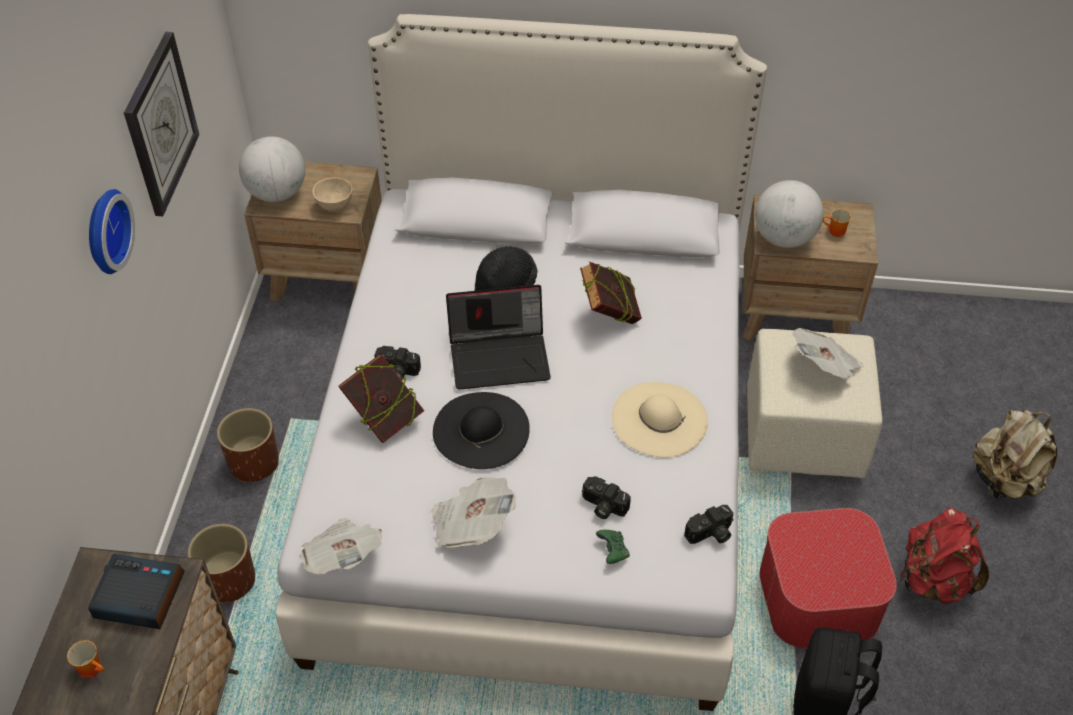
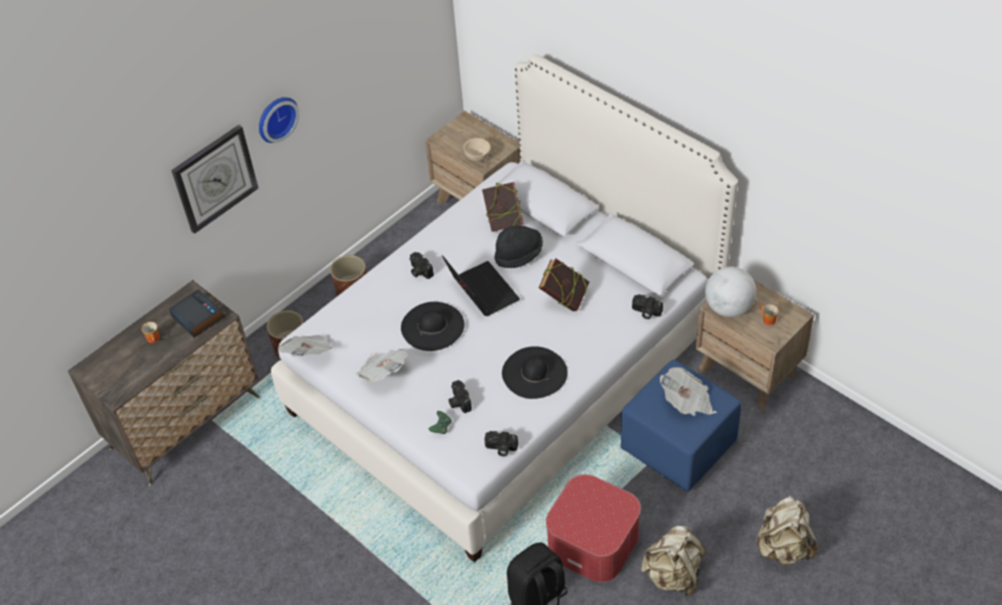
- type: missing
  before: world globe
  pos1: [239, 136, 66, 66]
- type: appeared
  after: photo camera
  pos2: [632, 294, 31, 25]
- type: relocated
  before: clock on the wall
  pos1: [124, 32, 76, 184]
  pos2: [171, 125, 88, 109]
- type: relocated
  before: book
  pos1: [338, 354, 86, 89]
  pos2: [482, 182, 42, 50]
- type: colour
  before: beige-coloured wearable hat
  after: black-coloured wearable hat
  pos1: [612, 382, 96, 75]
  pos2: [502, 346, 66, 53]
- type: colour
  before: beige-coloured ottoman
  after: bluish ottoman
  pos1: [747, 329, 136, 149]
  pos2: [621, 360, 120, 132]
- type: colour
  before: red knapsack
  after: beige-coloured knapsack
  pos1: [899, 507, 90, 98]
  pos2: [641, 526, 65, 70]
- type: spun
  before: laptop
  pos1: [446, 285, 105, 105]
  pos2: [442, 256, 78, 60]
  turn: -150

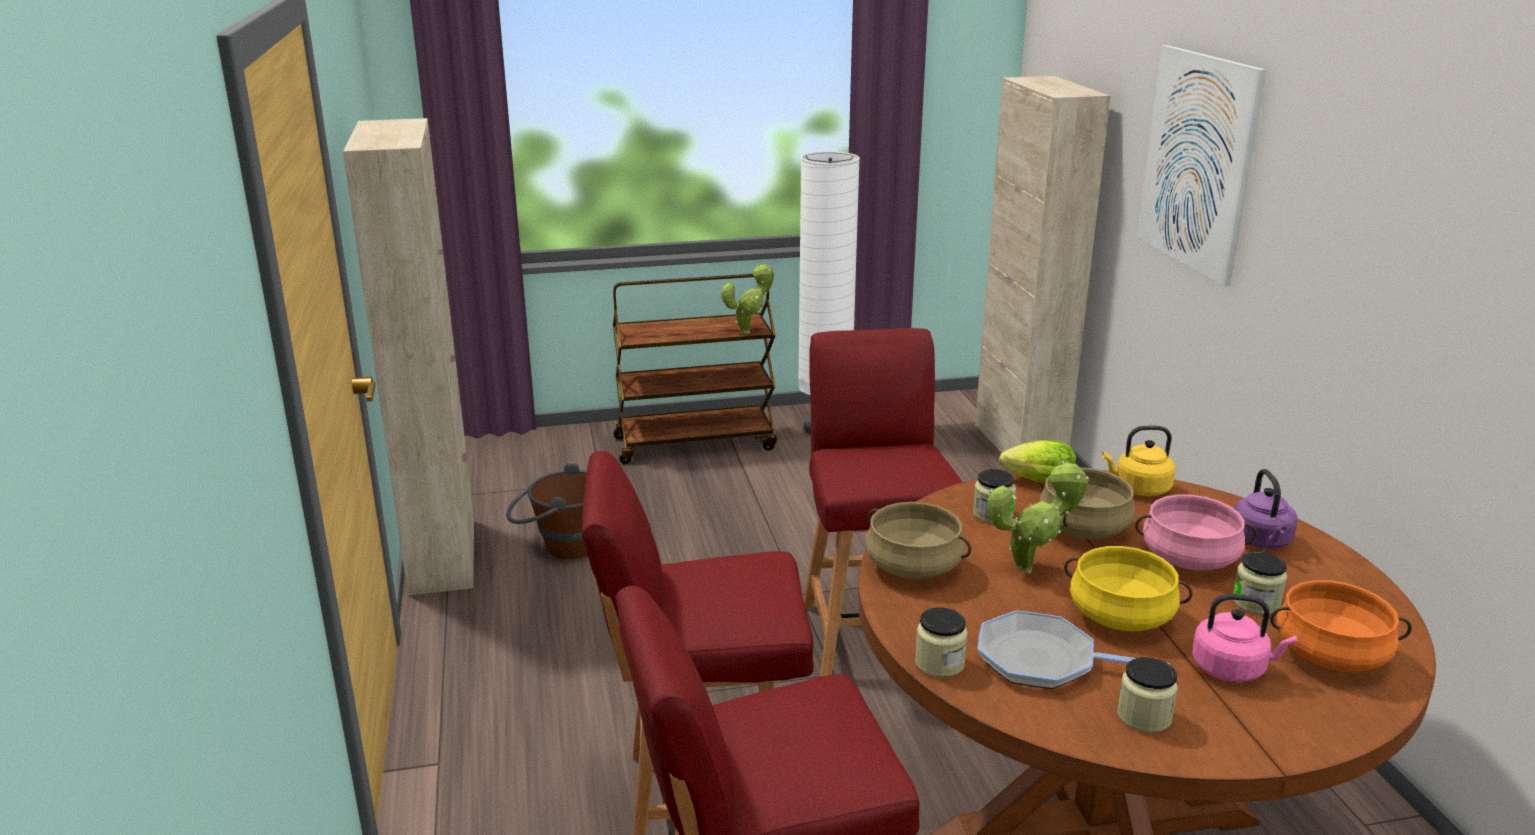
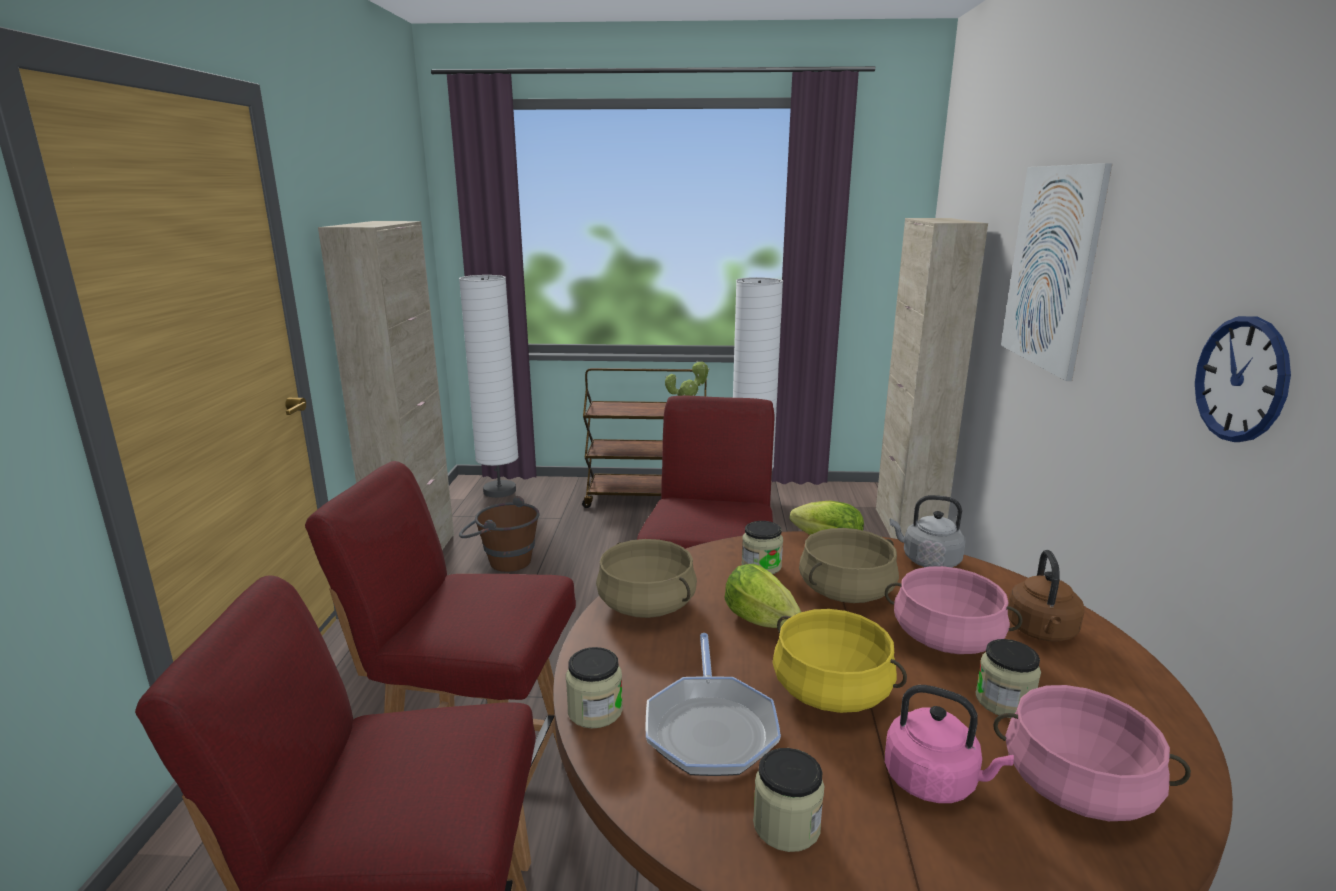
- type: appeared
  after: whitish standing lamp
  pos2: [459, 275, 60, 223]
- type: appeared
  after: clock on the wall
  pos2: [1195, 316, 96, 126]
- type: exchanged
  before: potted plant
  after: lettuce
  pos1: [987, 460, 102, 113]
  pos2: [724, 564, 77, 64]
- type: colour
  before: yellow-coloured water kettle
  after: grey water kettle
  pos1: [1102, 425, 74, 71]
  pos2: [890, 495, 76, 72]
- type: colour
  before: purple-coloured water kettle
  after: brown water kettle
  pos1: [1234, 469, 64, 80]
  pos2: [1008, 550, 77, 92]
- type: colour
  before: orangey stockpot
  after: pink stockpot
  pos1: [1270, 580, 142, 92]
  pos2: [993, 685, 198, 136]
- type: spun
  before: skillet
  pos1: [978, 610, 192, 79]
  pos2: [646, 633, 135, 143]
  turn: -120

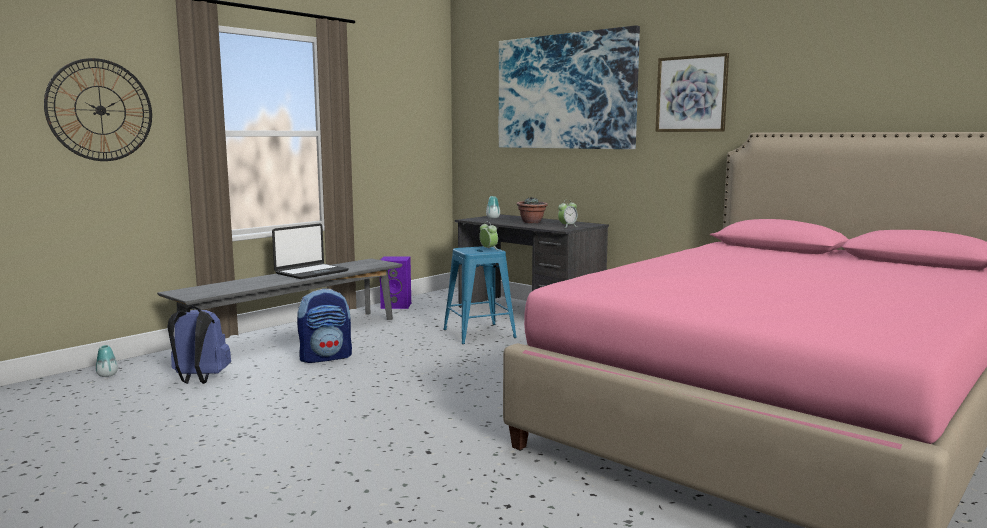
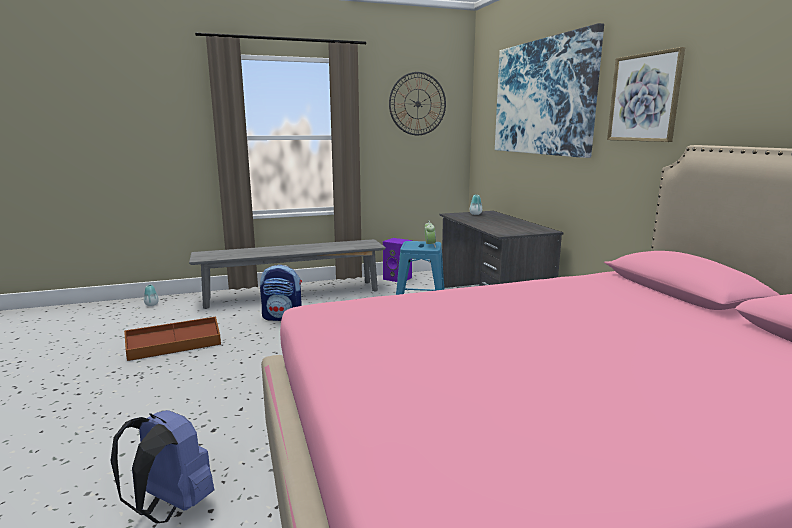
- type: missing
  before: laptop
  pos1: [272, 224, 77, 55]
- type: missing
  before: potted plant
  pos1: [517, 197, 31, 26]
- type: missing
  before: alarm clock
  pos1: [558, 199, 20, 29]
- type: appeared
  after: brown storage box
  pos2: [124, 317, 97, 44]
- type: relocated
  before: clock on the wall
  pos1: [44, 58, 108, 103]
  pos2: [389, 72, 57, 63]
- type: relocated
  before: bluish knapsack
  pos1: [167, 306, 64, 78]
  pos2: [111, 410, 103, 114]

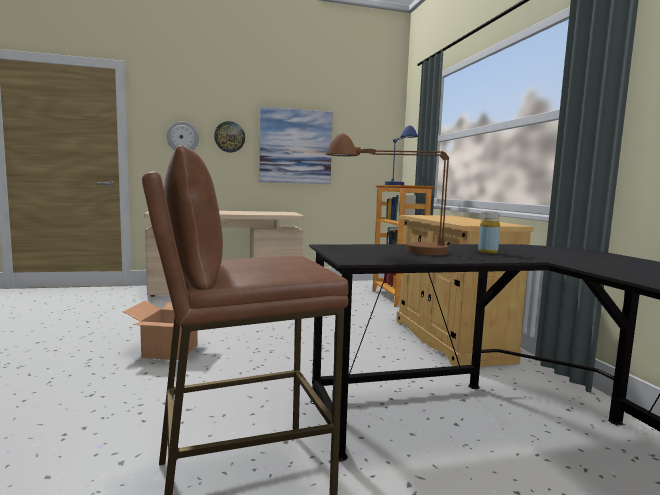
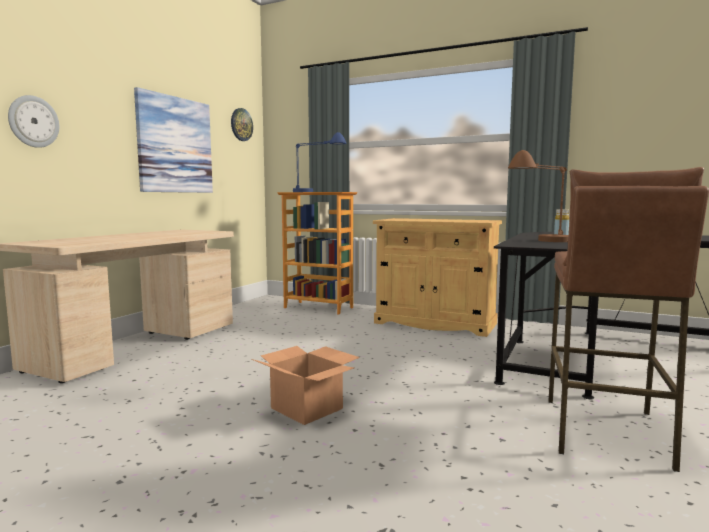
- type: relocated
  before: clock on the wall
  pos1: [214, 121, 31, 32]
  pos2: [231, 108, 22, 33]

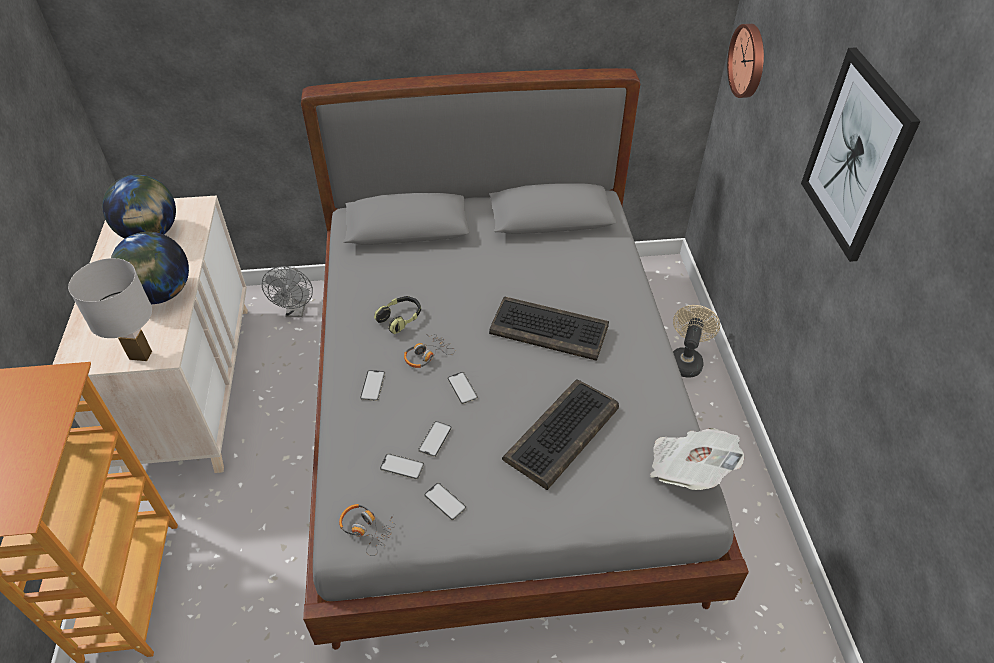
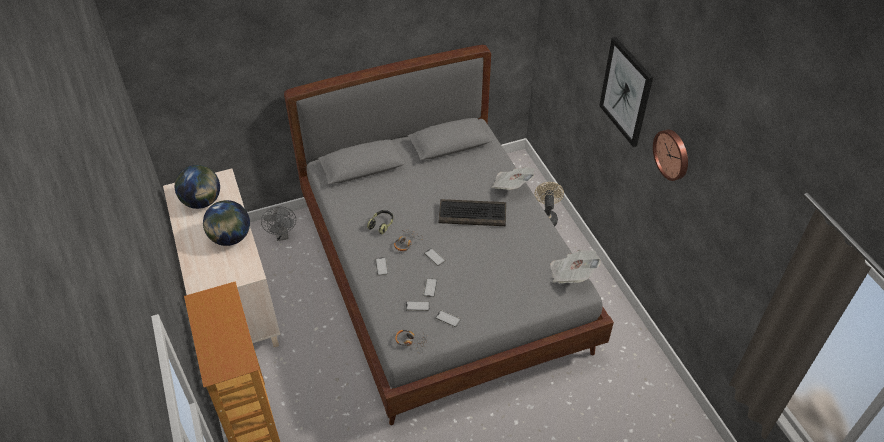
- type: missing
  before: whitish table lamp
  pos1: [68, 258, 84, 103]
- type: missing
  before: PC keyboard
  pos1: [502, 379, 117, 111]
- type: appeared
  after: printed paper
  pos2: [491, 167, 44, 23]
- type: relocated
  before: clock on the wall
  pos1: [727, 24, 37, 74]
  pos2: [653, 129, 35, 52]

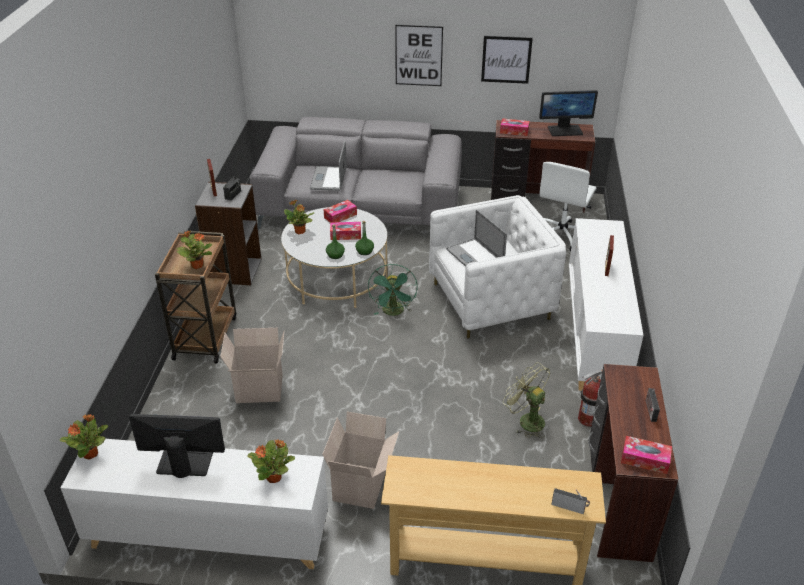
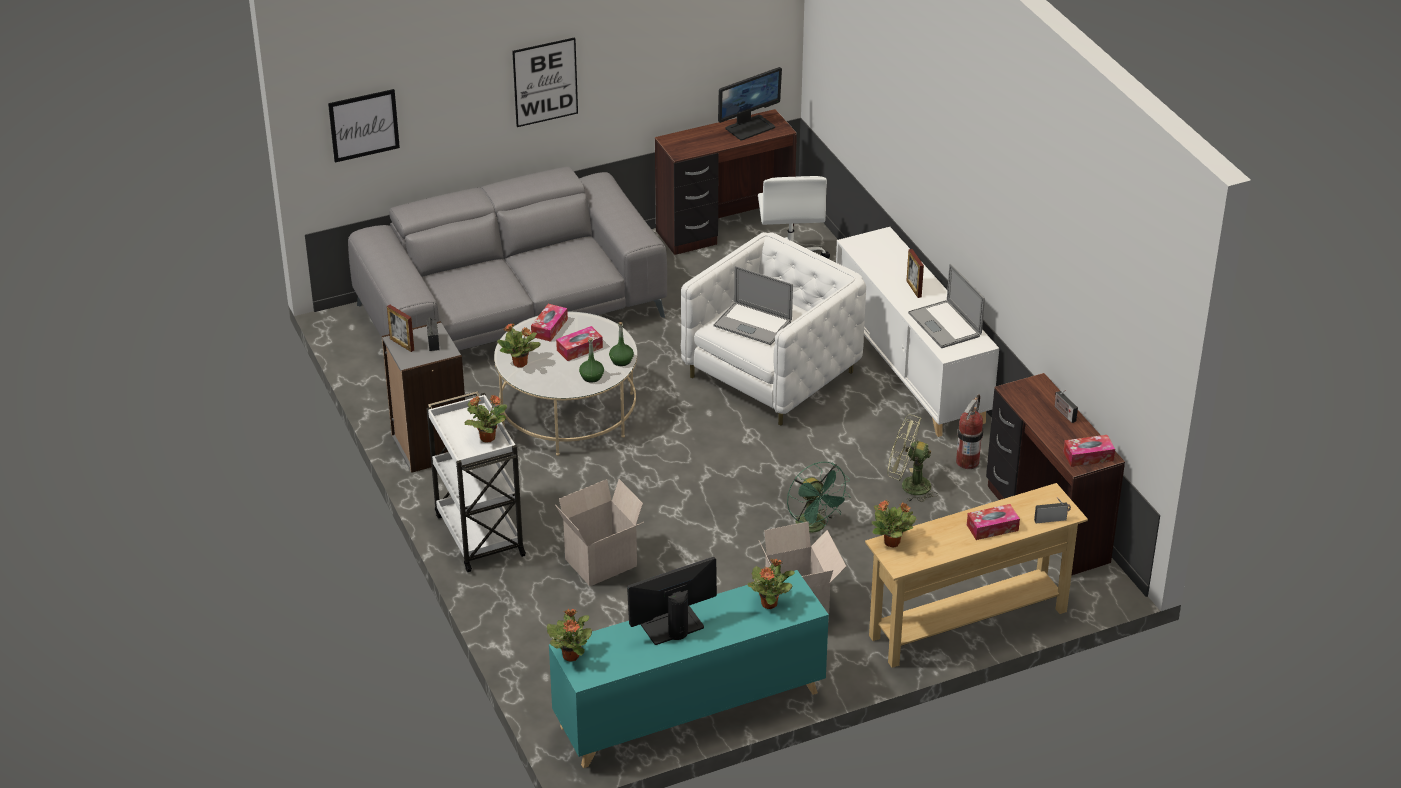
- type: appeared
  after: potted plant
  pos2: [872, 500, 44, 48]
- type: relocated
  before: laptop
  pos1: [310, 141, 37, 50]
  pos2: [908, 264, 77, 84]
- type: relocated
  before: green-coloured cooling fan
  pos1: [368, 264, 50, 52]
  pos2: [787, 462, 63, 71]
- type: relocated
  before: picture
  pos1: [481, 36, 52, 48]
  pos2: [328, 89, 72, 74]
- type: relocated
  before: tissue holder
  pos1: [500, 118, 30, 18]
  pos2: [967, 504, 53, 36]
- type: colour
  before: whitish cupboard
  after: blue-green cupboard
  pos1: [61, 439, 267, 130]
  pos2: [549, 570, 280, 198]
- type: colour
  before: brown cart
  after: whitish cart
  pos1: [155, 231, 81, 133]
  pos2: [426, 391, 100, 181]

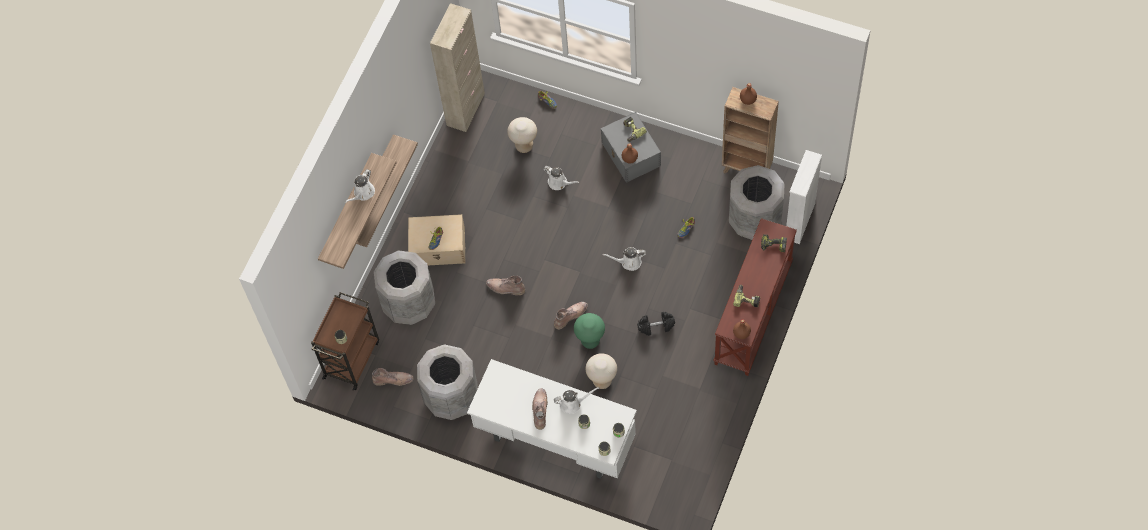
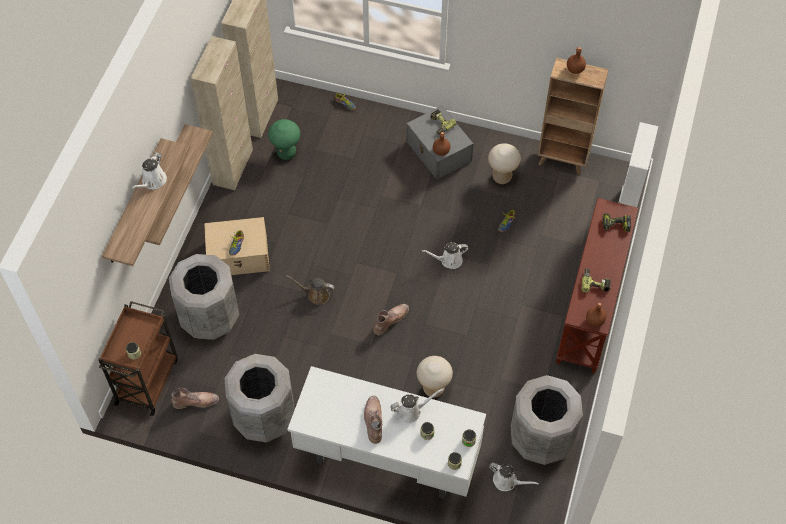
- type: missing
  before: black-coloured free weight
  pos1: [637, 312, 38, 24]
- type: appeared
  after: beige-coloured cupboard
  pos2: [190, 36, 63, 154]
- type: relocated
  before: beige-coloured sitting stool
  pos1: [507, 117, 30, 36]
  pos2: [488, 143, 33, 41]
- type: relocated
  before: whitish watering pot
  pos1: [543, 166, 37, 24]
  pos2: [489, 463, 50, 28]
- type: relocated
  before: green-coloured sitting stool
  pos1: [574, 313, 31, 36]
  pos2: [268, 119, 32, 41]
- type: relocated
  before: grey rubbish bin
  pos1: [729, 165, 56, 75]
  pos2: [511, 375, 72, 90]
- type: exchanged
  before: brown boot
  after: brown watering pot
  pos1: [486, 276, 39, 19]
  pos2: [286, 276, 49, 29]

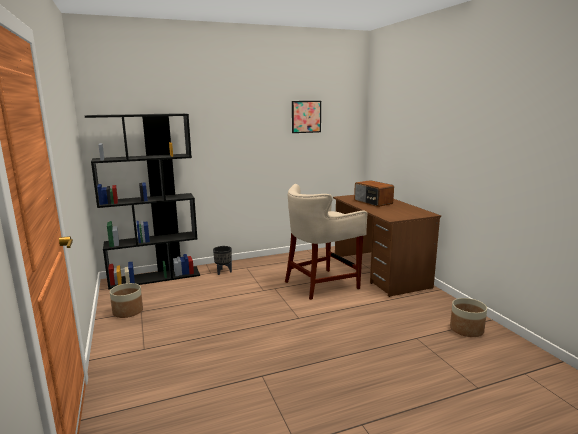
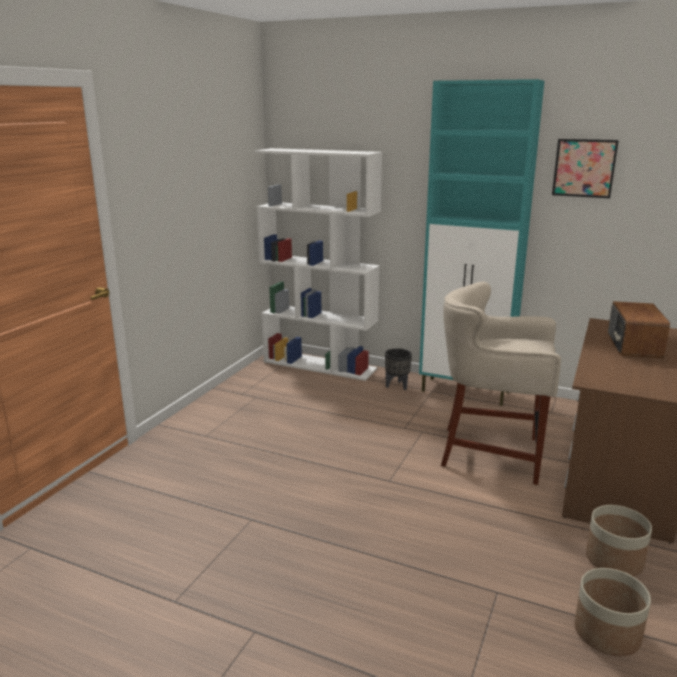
- type: appeared
  after: blue-green cupboard
  pos2: [419, 79, 126, 327]
- type: relocated
  before: flower pot
  pos1: [110, 283, 33, 35]
  pos2: [586, 505, 66, 71]
- type: colour
  before: black-coloured bookcase
  after: whitish bookcase
  pos1: [85, 113, 115, 177]
  pos2: [254, 148, 128, 233]

